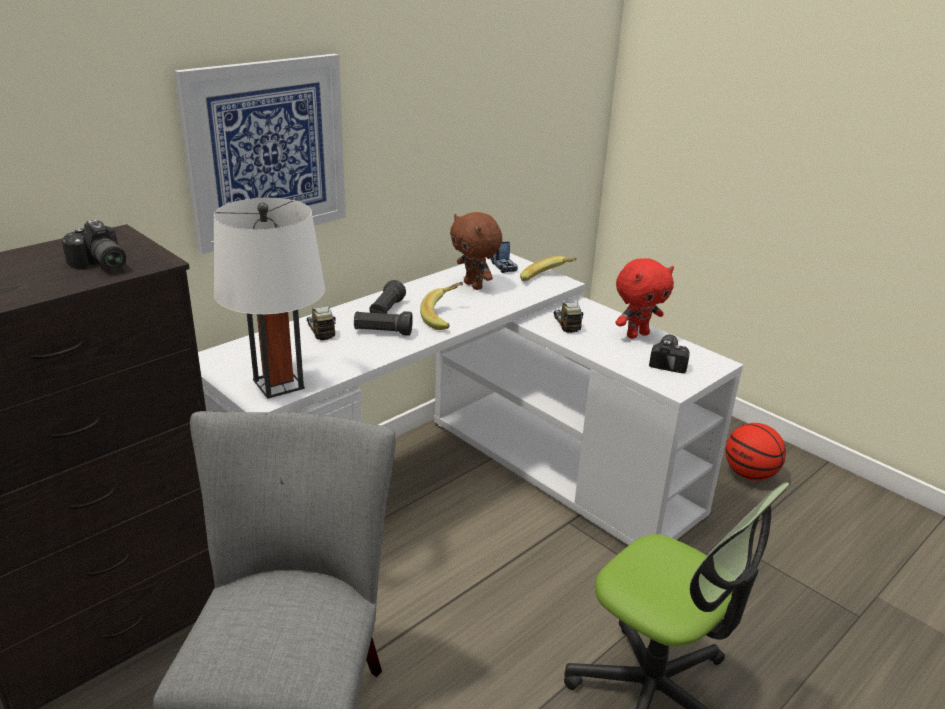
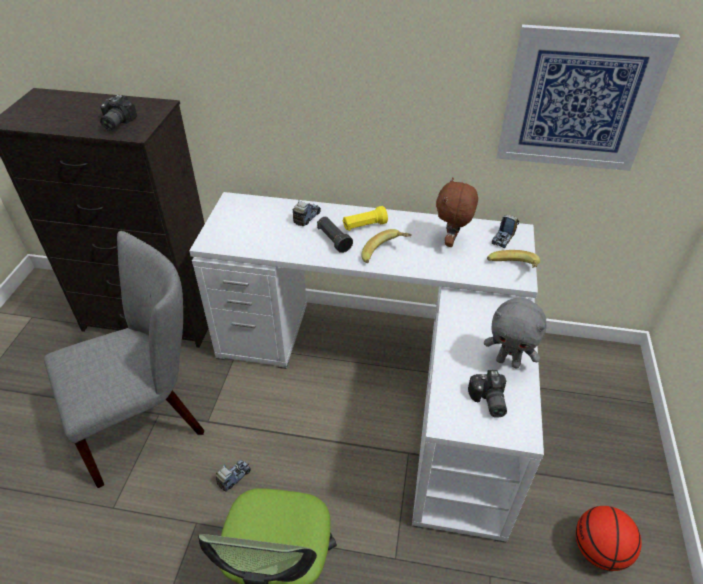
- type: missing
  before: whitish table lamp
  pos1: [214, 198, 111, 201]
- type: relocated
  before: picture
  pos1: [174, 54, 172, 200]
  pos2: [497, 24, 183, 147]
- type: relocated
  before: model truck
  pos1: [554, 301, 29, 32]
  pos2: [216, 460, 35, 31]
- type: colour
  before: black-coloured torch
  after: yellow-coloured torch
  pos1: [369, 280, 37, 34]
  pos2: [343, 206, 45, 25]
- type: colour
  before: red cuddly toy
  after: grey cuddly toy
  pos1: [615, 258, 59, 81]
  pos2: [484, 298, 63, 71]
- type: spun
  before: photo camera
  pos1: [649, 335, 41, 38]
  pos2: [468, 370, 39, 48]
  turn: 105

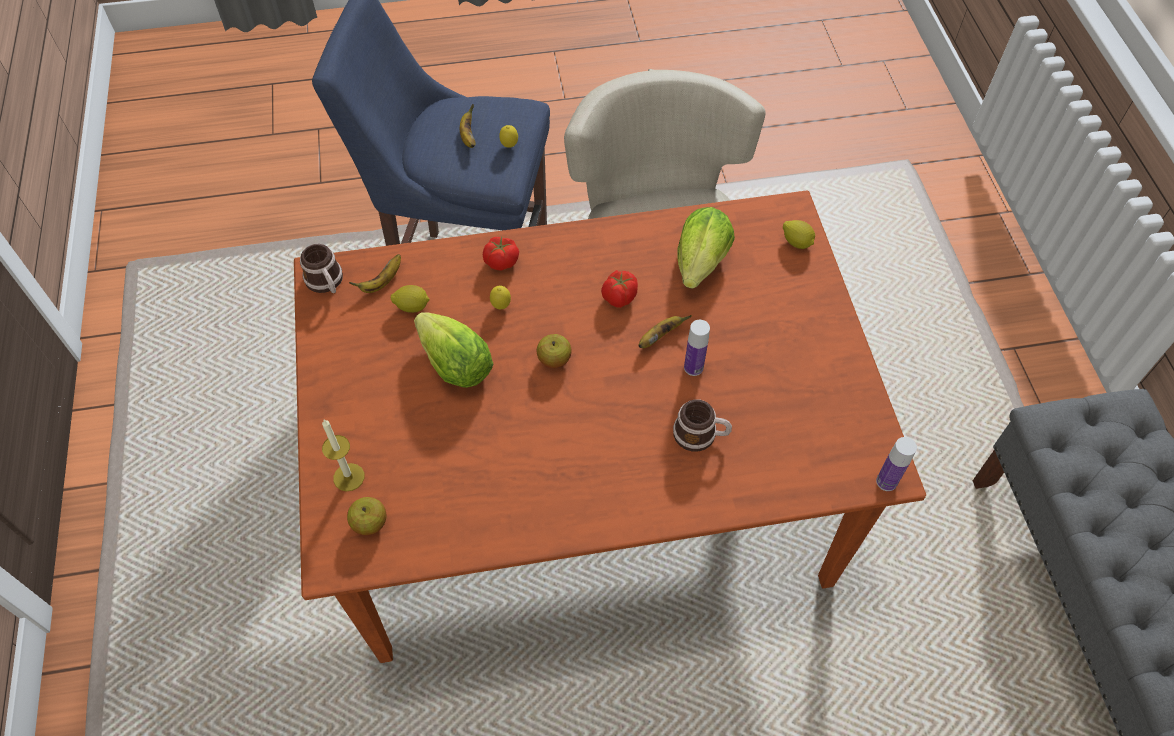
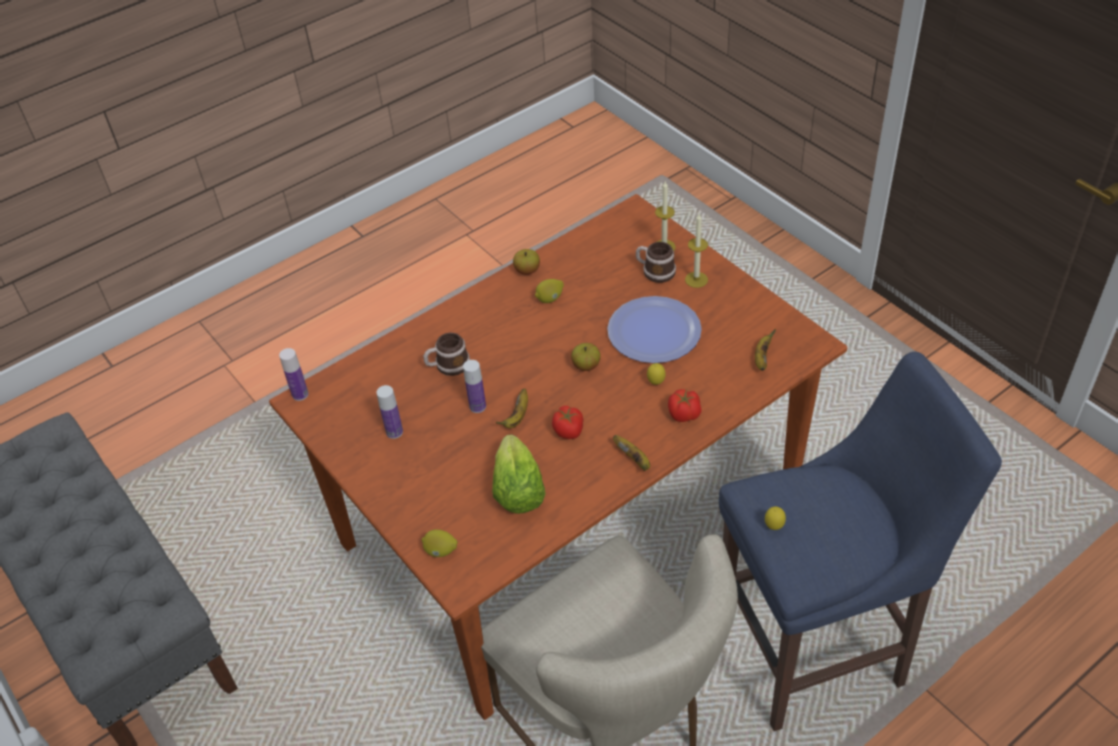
- type: appeared
  after: bottle
  pos2: [376, 385, 27, 54]
- type: appeared
  after: candle
  pos2: [685, 214, 23, 74]
- type: relocated
  before: coffee mug
  pos1: [300, 244, 43, 49]
  pos2: [636, 242, 40, 41]
- type: relocated
  before: apple
  pos1: [347, 497, 40, 38]
  pos2: [513, 249, 27, 26]
- type: relocated
  before: citrus fruit
  pos1: [391, 285, 39, 28]
  pos2: [535, 279, 29, 24]
- type: relocated
  before: banana
  pos1: [460, 104, 16, 44]
  pos2: [613, 435, 37, 36]
- type: exchanged
  before: lettuce
  after: plate
  pos1: [414, 312, 79, 76]
  pos2: [607, 296, 95, 67]

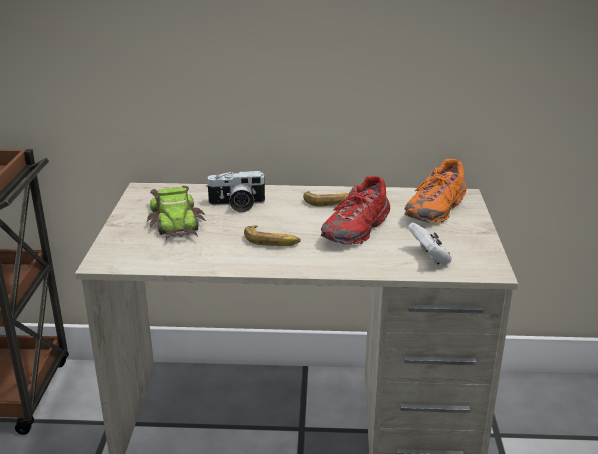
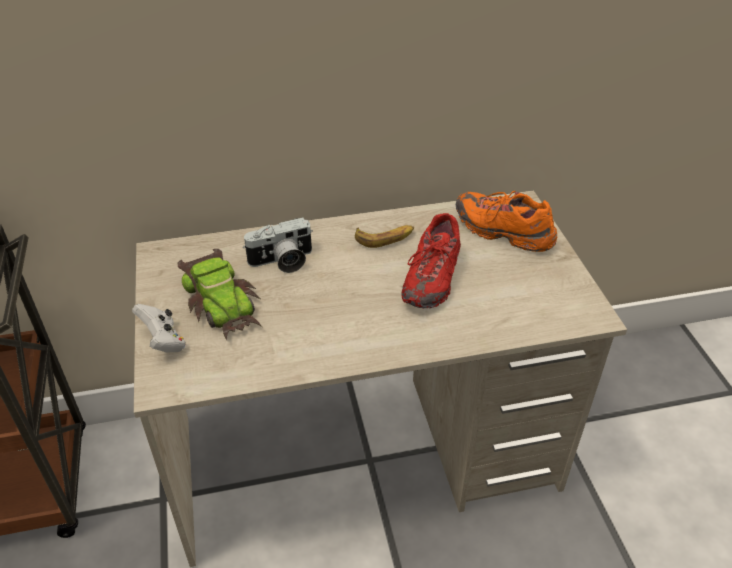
- type: missing
  before: banana
  pos1: [244, 225, 57, 21]
- type: relocated
  before: whitish gamepad
  pos1: [408, 222, 44, 43]
  pos2: [132, 304, 54, 48]
- type: spun
  before: orangey item of footwear
  pos1: [405, 159, 61, 64]
  pos2: [456, 191, 101, 61]
  turn: 105

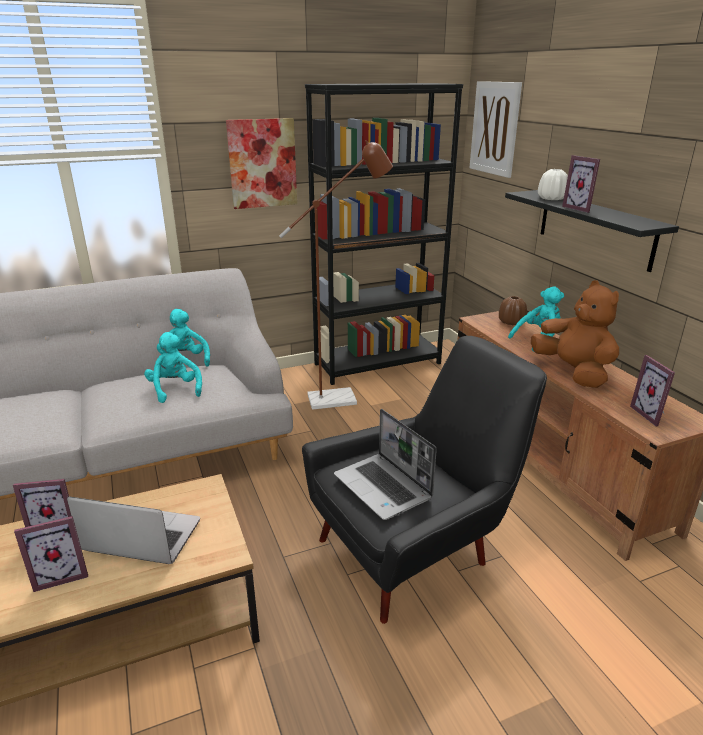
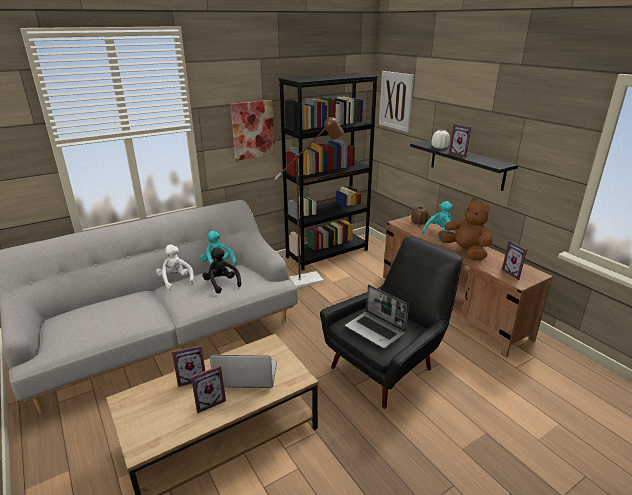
- type: appeared
  after: whitish cuddly toy
  pos2: [156, 245, 38, 45]
- type: colour
  before: blue-green cuddly toy
  after: black-coloured cuddly toy
  pos1: [144, 332, 58, 71]
  pos2: [202, 247, 39, 47]

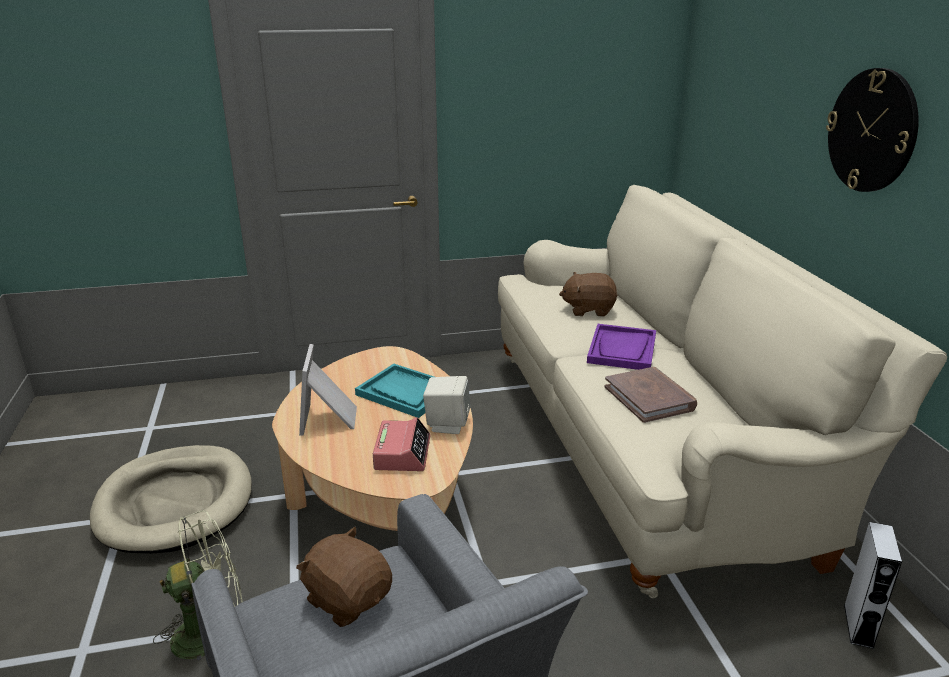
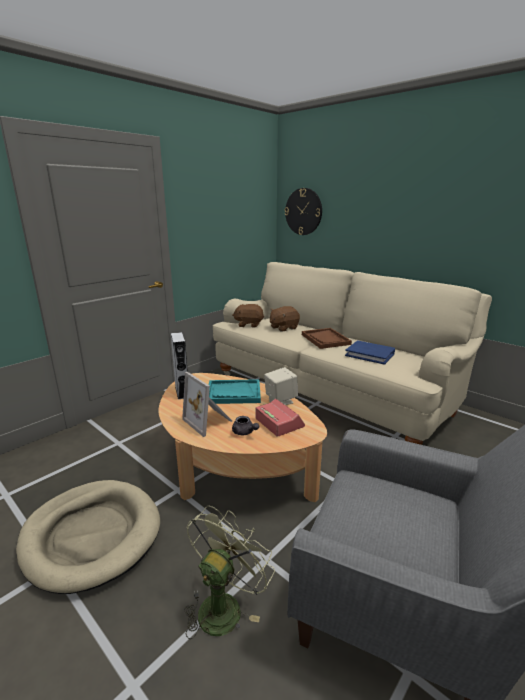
- type: appeared
  after: grey tea pot
  pos2: [232, 416, 27, 19]
- type: relocated
  before: brown cuddly toy
  pos1: [296, 527, 96, 100]
  pos2: [232, 304, 32, 24]
- type: relocated
  before: clock on the wall
  pos1: [826, 68, 93, 124]
  pos2: [285, 188, 37, 47]
- type: relocated
  before: grey speaker
  pos1: [844, 522, 58, 127]
  pos2: [171, 332, 17, 67]
- type: colour
  before: purple-coloured tray
  after: brown tray
  pos1: [587, 324, 69, 46]
  pos2: [302, 328, 50, 21]
- type: colour
  before: brown book
  after: bluish book
  pos1: [604, 367, 93, 56]
  pos2: [345, 341, 50, 24]

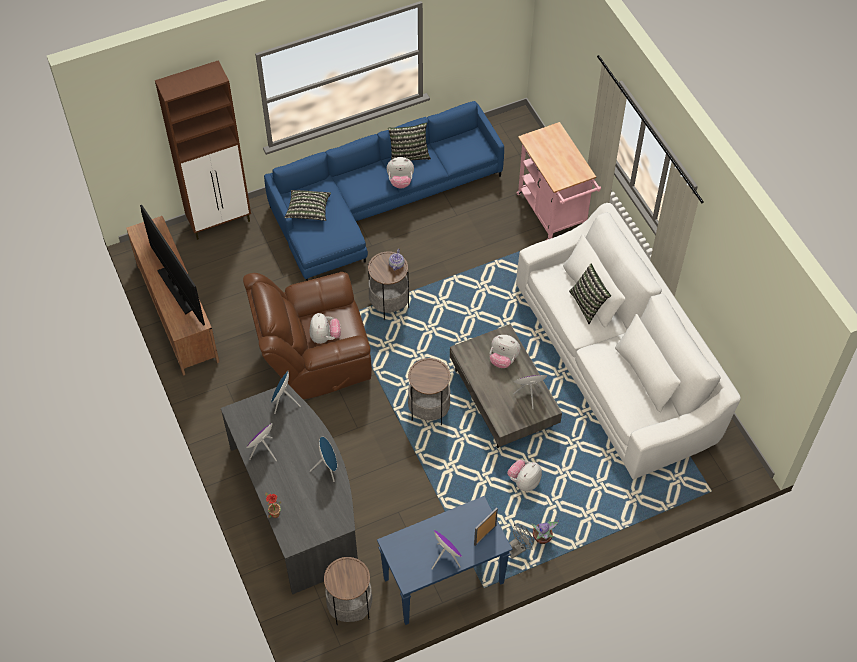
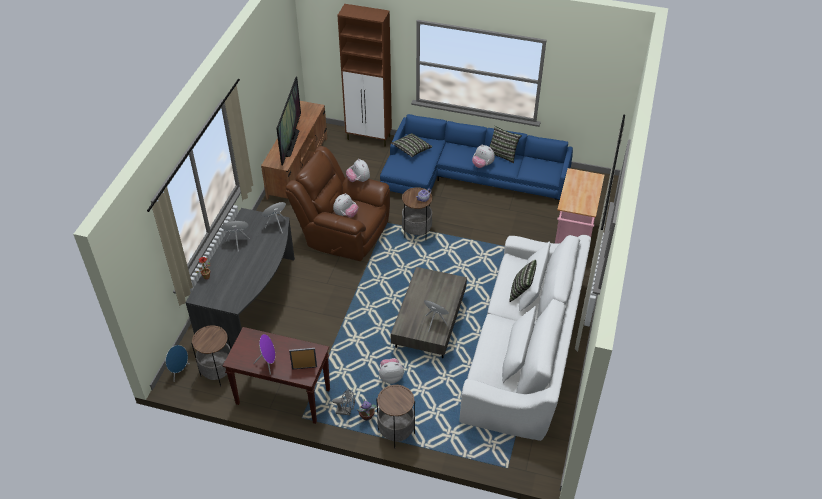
- type: relocated
  before: bluish speaker
  pos1: [310, 436, 27, 46]
  pos2: [166, 345, 24, 37]
- type: relocated
  before: accent table
  pos1: [408, 358, 43, 67]
  pos2: [377, 384, 38, 65]
- type: relocated
  before: cuddly toy
  pos1: [490, 335, 31, 33]
  pos2: [346, 159, 24, 23]
- type: colour
  before: bluish console table
  after: brown console table
  pos1: [377, 496, 135, 129]
  pos2: [223, 327, 107, 97]

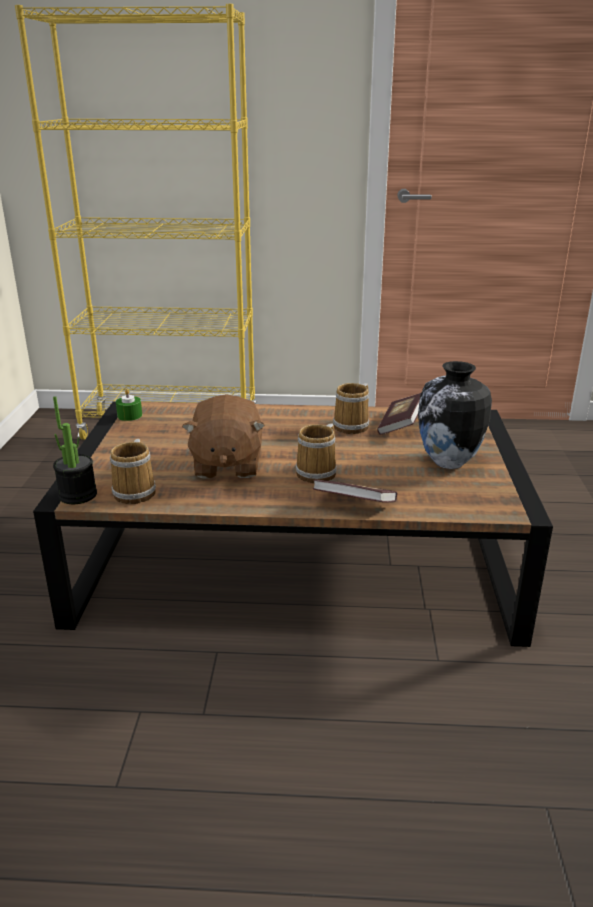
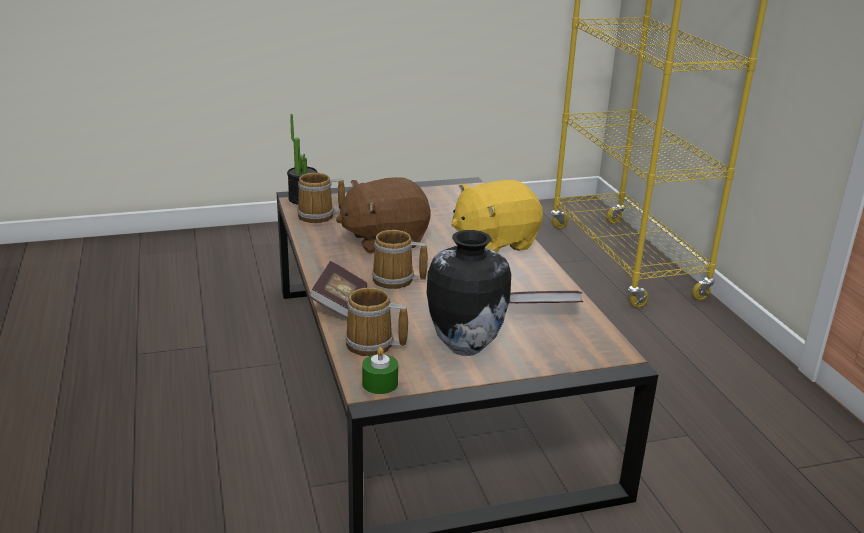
- type: appeared
  after: yellow-coloured cuddly toy
  pos2: [451, 180, 92, 73]
- type: relocated
  before: green-coloured candle
  pos1: [116, 388, 26, 33]
  pos2: [362, 347, 36, 47]
- type: relocated
  before: coffee mug
  pos1: [333, 383, 36, 51]
  pos2: [345, 288, 63, 68]

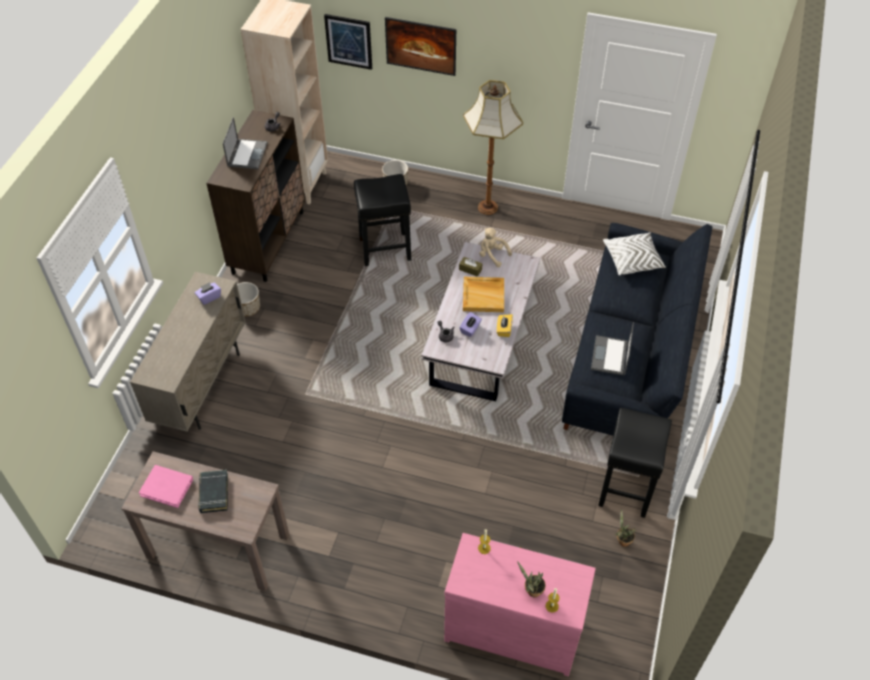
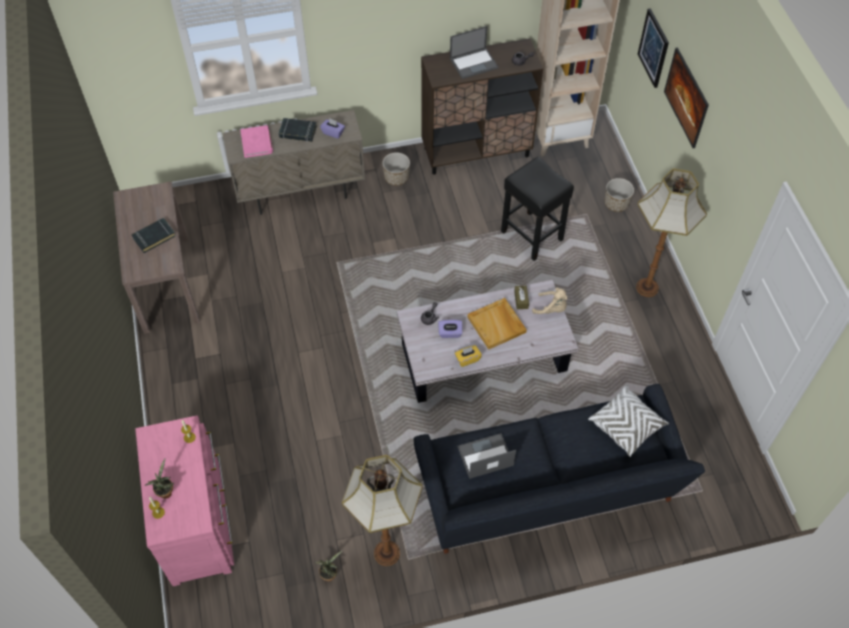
- type: appeared
  after: black-coloured book
  pos2: [278, 118, 39, 24]
- type: relocated
  before: pink book
  pos1: [139, 465, 54, 43]
  pos2: [240, 125, 33, 33]
- type: exchanged
  before: black-coloured sitting stool
  after: standing lamp
  pos1: [598, 408, 74, 110]
  pos2: [342, 455, 81, 111]
- type: spun
  before: beige-coloured cuddly toy
  pos1: [479, 228, 33, 39]
  pos2: [532, 288, 36, 26]
  turn: 105

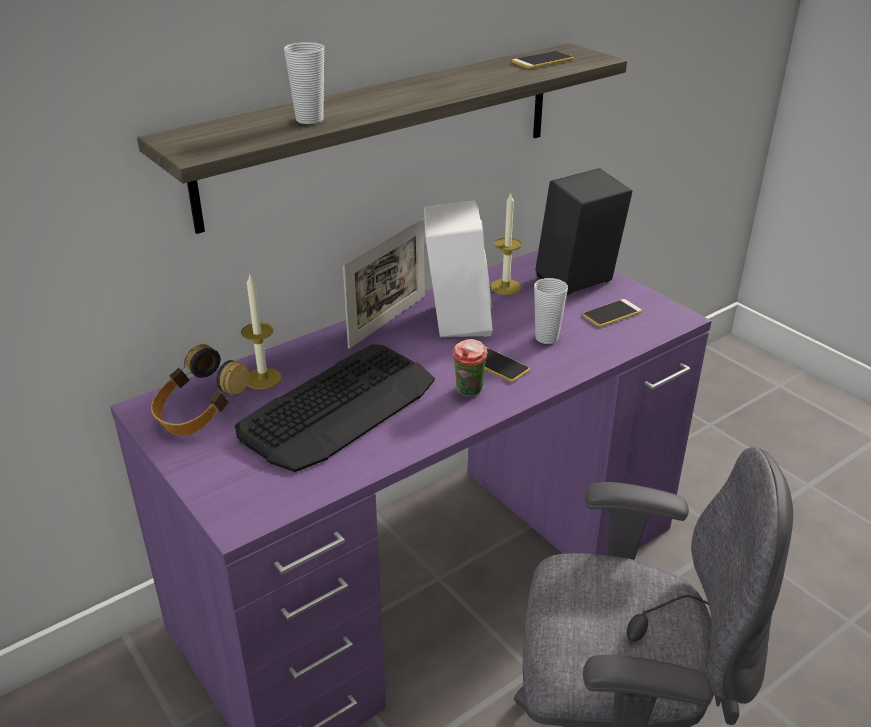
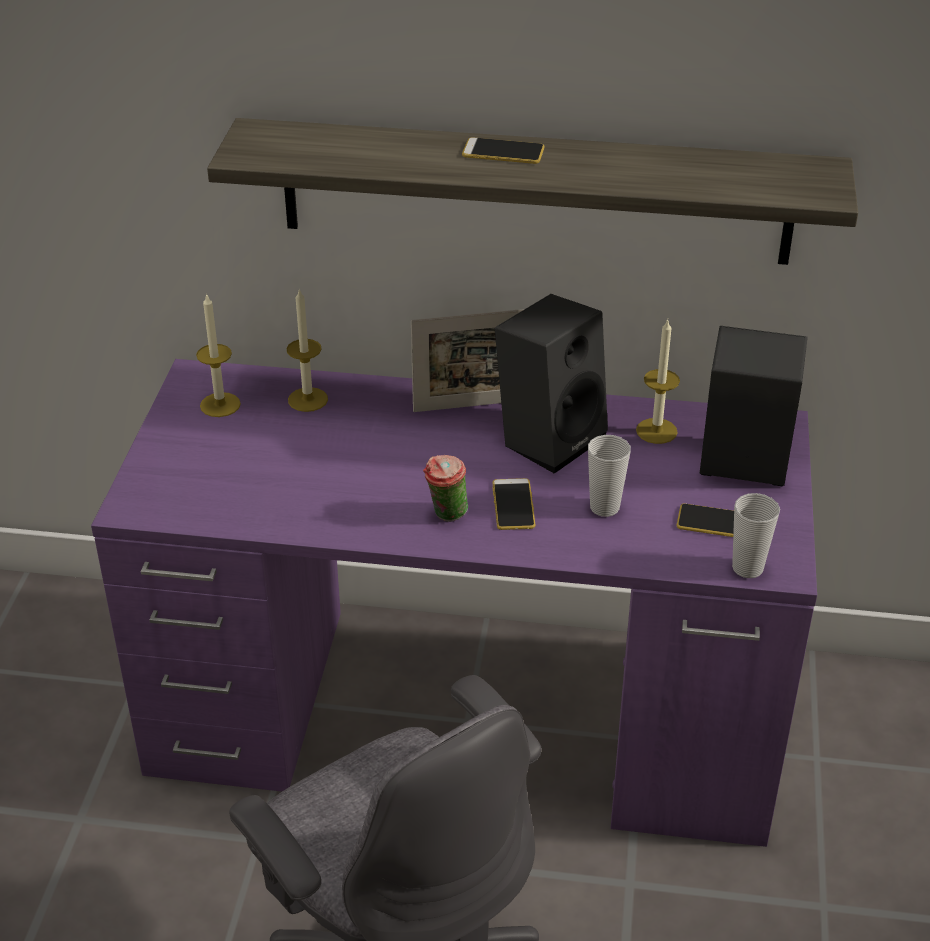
- type: missing
  before: PC keyboard
  pos1: [235, 344, 200, 128]
- type: relocated
  before: small cup
  pos1: [284, 42, 40, 82]
  pos2: [732, 493, 48, 85]
- type: relocated
  before: phone
  pos1: [511, 51, 63, 18]
  pos2: [462, 137, 83, 27]
- type: exchanged
  before: headset
  after: candle
  pos1: [151, 344, 98, 92]
  pos2: [196, 293, 45, 124]
- type: colour
  before: whitish speaker
  after: black-coloured speaker
  pos1: [424, 200, 69, 137]
  pos2: [495, 294, 113, 180]

